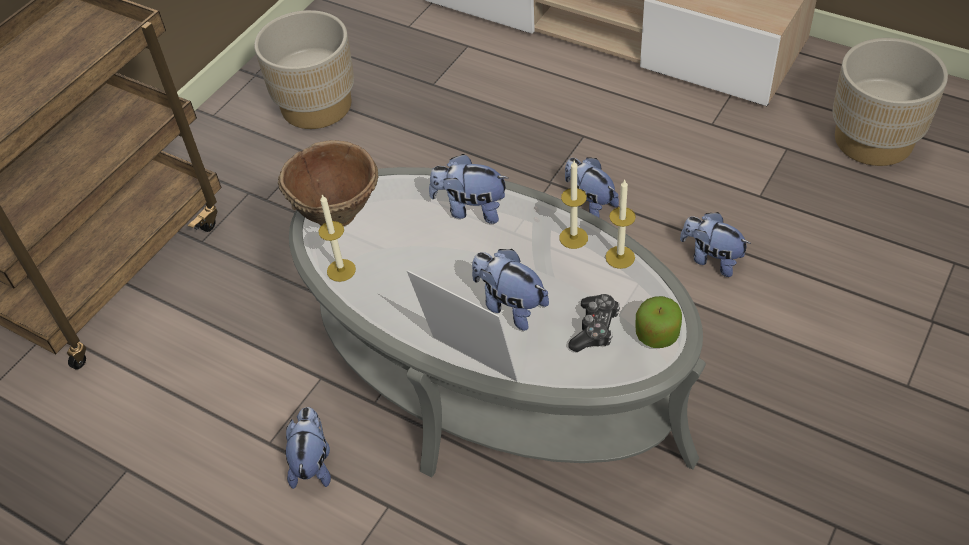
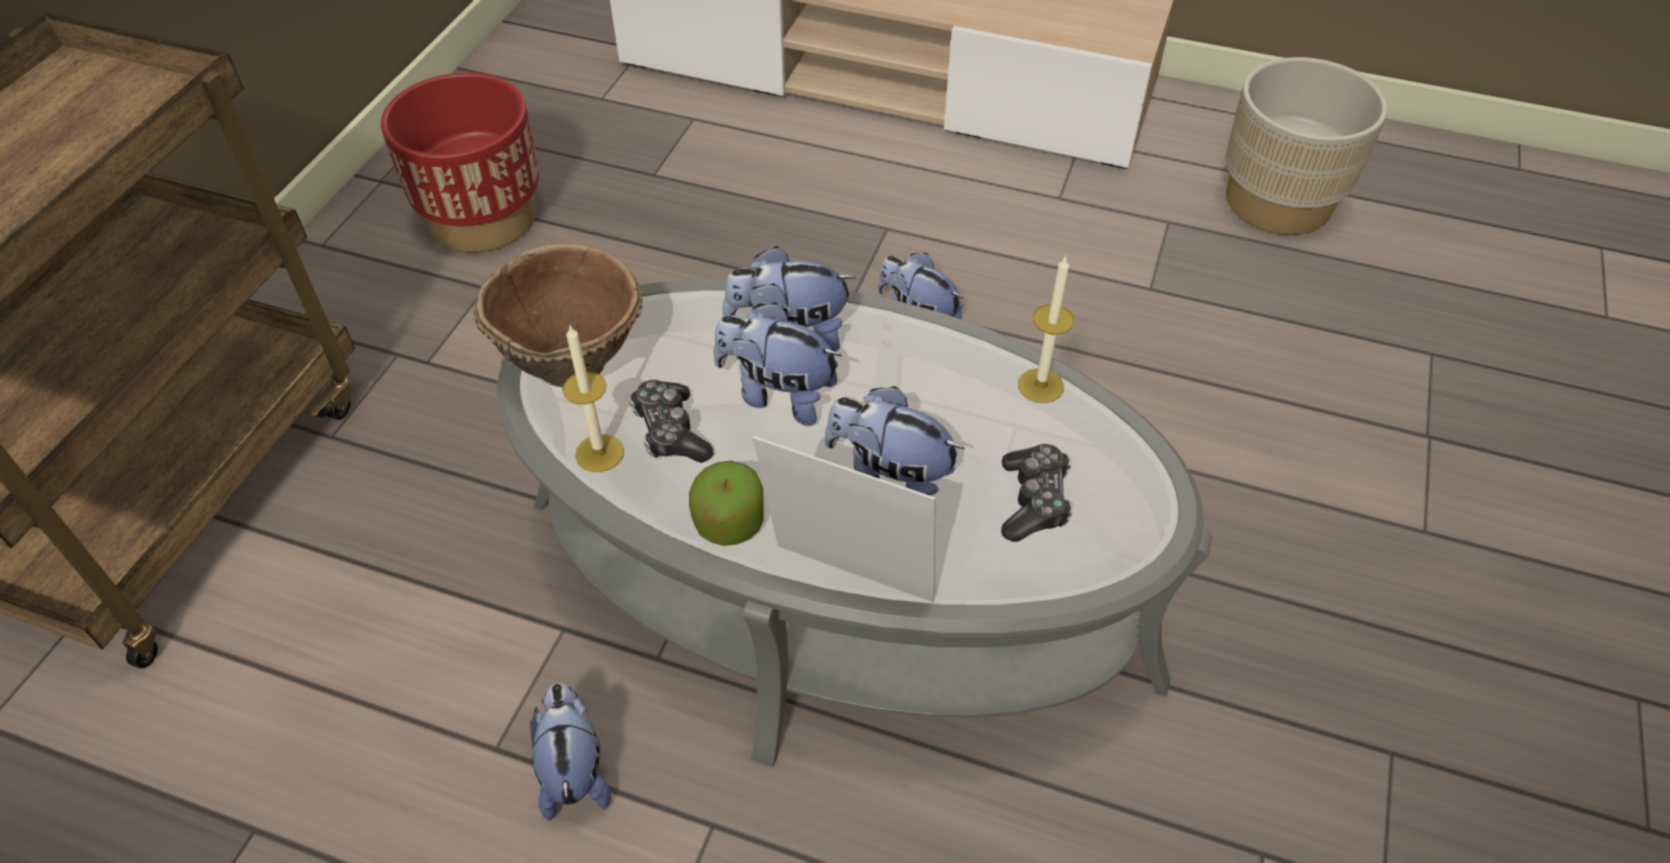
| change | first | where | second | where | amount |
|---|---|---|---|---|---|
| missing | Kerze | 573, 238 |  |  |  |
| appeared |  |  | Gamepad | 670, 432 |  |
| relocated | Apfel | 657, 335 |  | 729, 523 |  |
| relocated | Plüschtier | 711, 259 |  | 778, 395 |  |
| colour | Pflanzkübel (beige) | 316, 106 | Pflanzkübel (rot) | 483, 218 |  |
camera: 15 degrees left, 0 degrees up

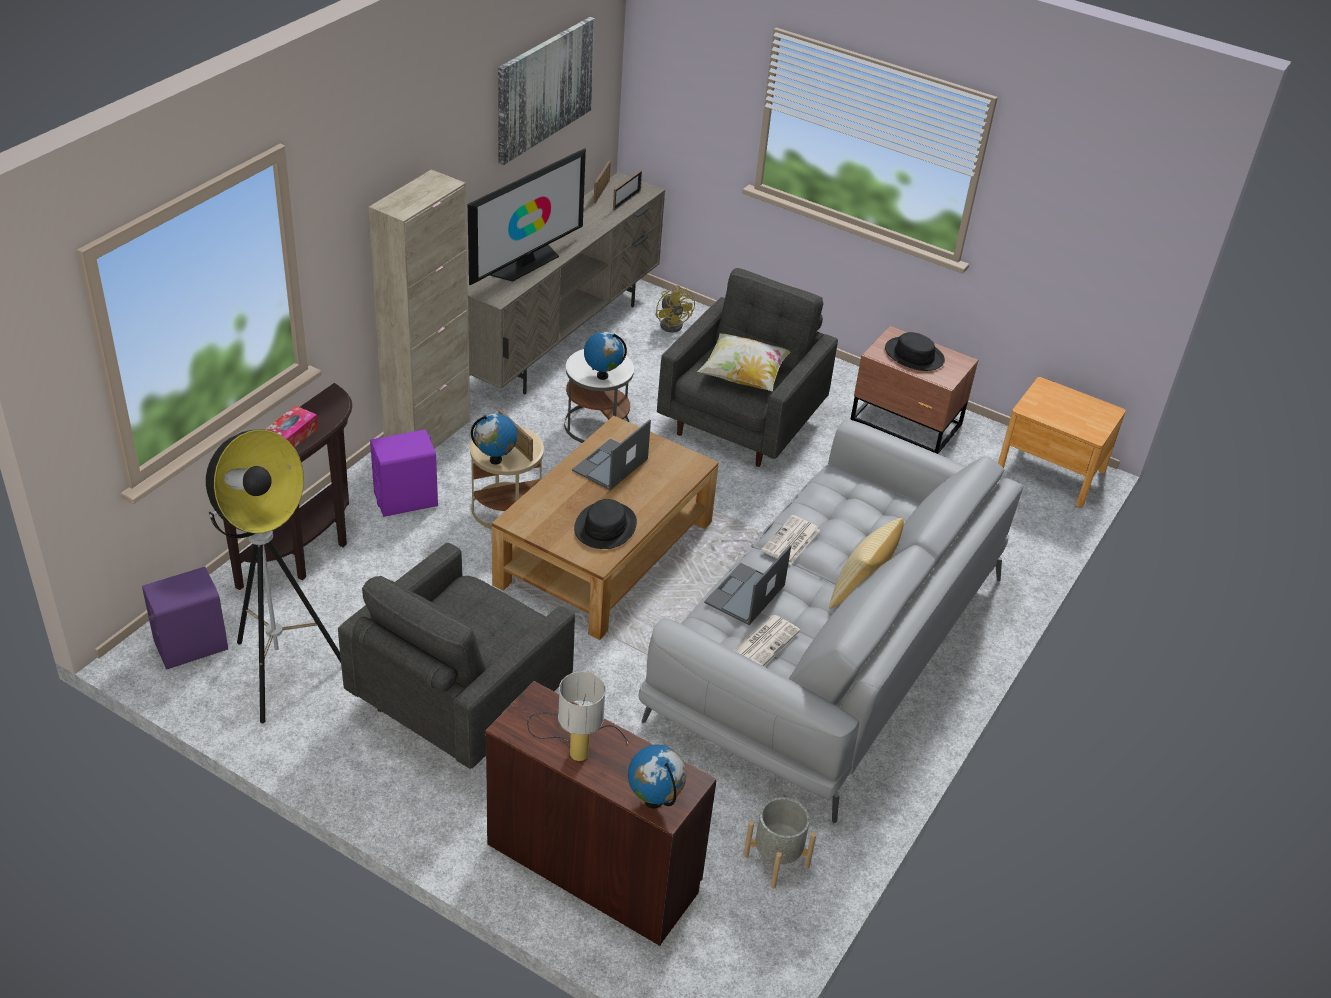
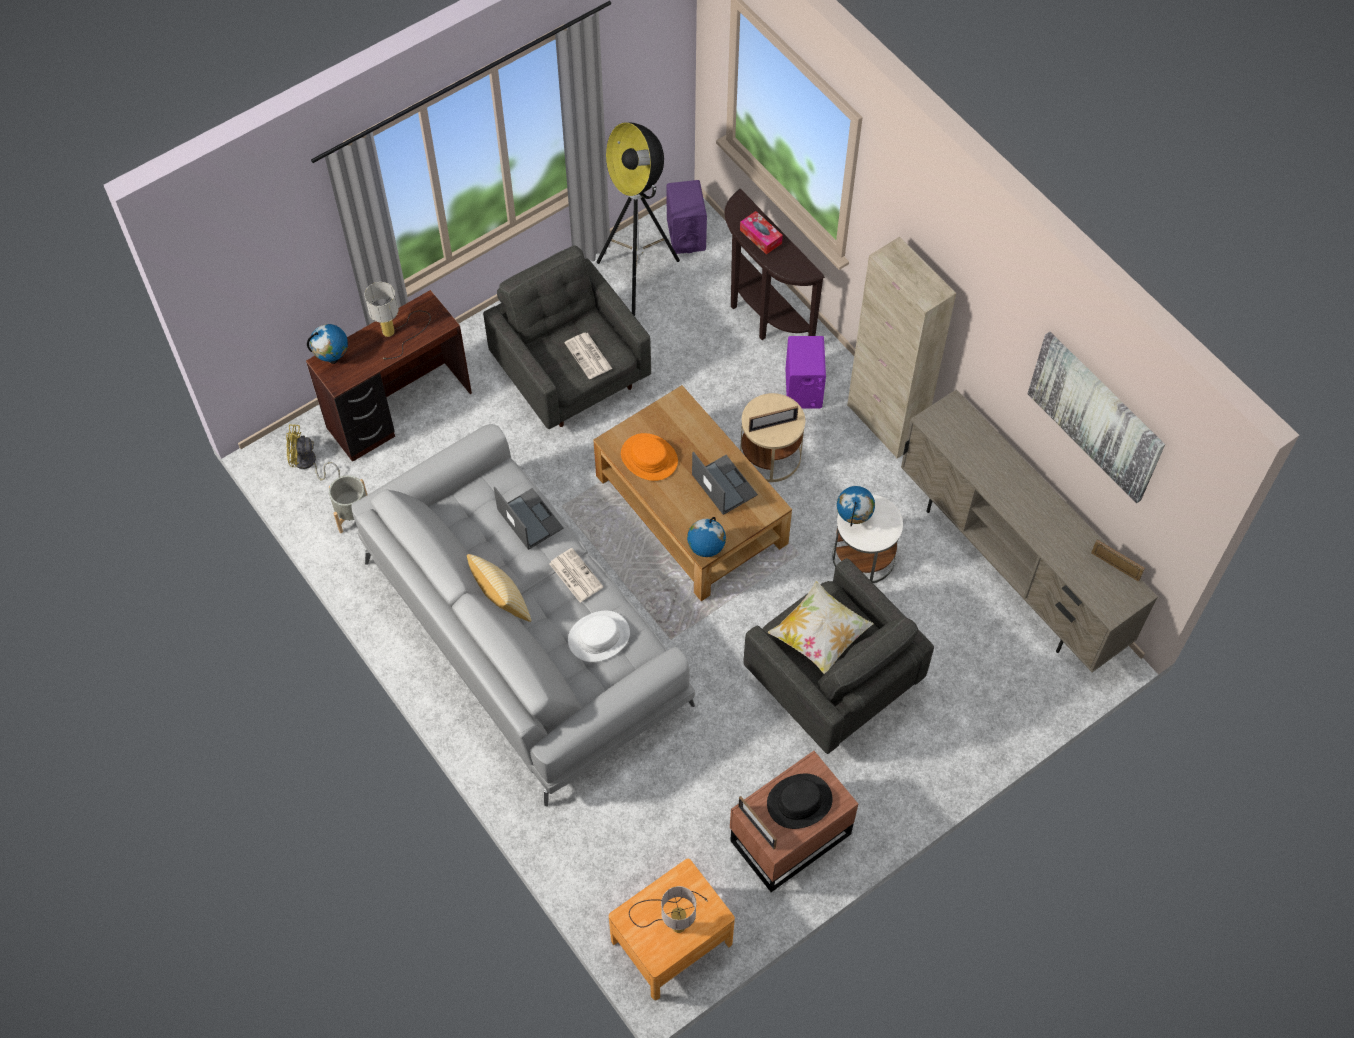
| change | first | where | second | where | amount |
|---|---|---|---|---|---|
| missing | Fernseher | 525, 263 |  |  |  |
| appeared |  |  | Hut (weiß) | 598, 637 |  |
| appeared |  |  | Tischlampe | 672, 918 |  |
| relocated | Globus | 495, 460 |  | 705, 551 |  |
| relocated | Bilderrahmen | 626, 200 |  | 756, 827 |  |
| relocated | Ventilator (gelb) | 673, 324 |  | 308, 463 |  |
| relocated | Zeitung | 765, 641 |  | 589, 356 |  |
| colour | Hut (schwarz) | 605, 527 | Hut (orange) | 649, 458 |  |
camera: 115 degrees right, 20 degrees up

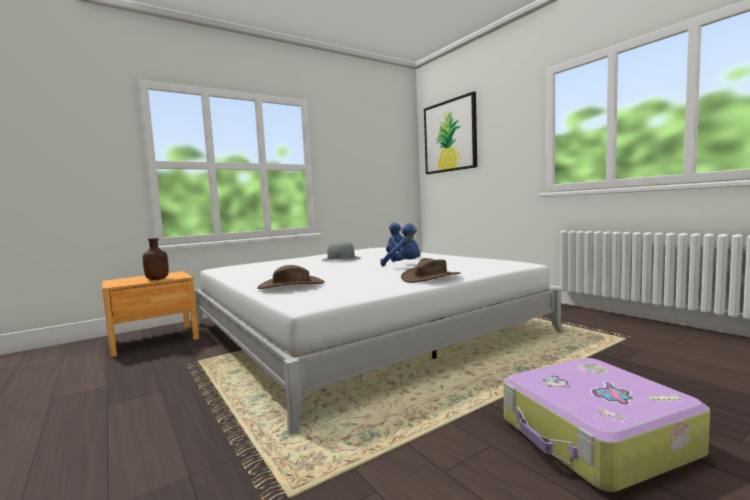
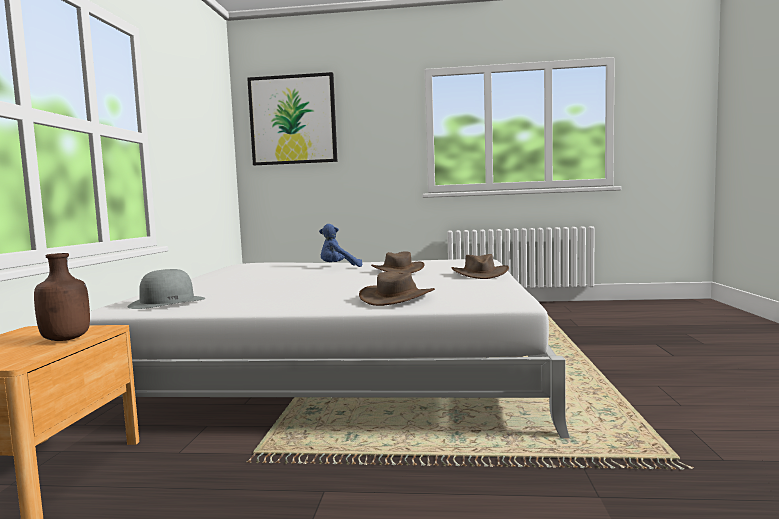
| change | first | where | second | where | amount |
|---|---|---|---|---|---|
| missing | Koffer | 595, 438 |  |  |  |
| relocated | Hut (grau) | 341, 259 |  | 167, 302 |  |
| exchanged | Plüschtier (blau) | 404, 265 | Hut (braun) | 398, 270 |  |
camera: 50 degrees left, 0 degrees up

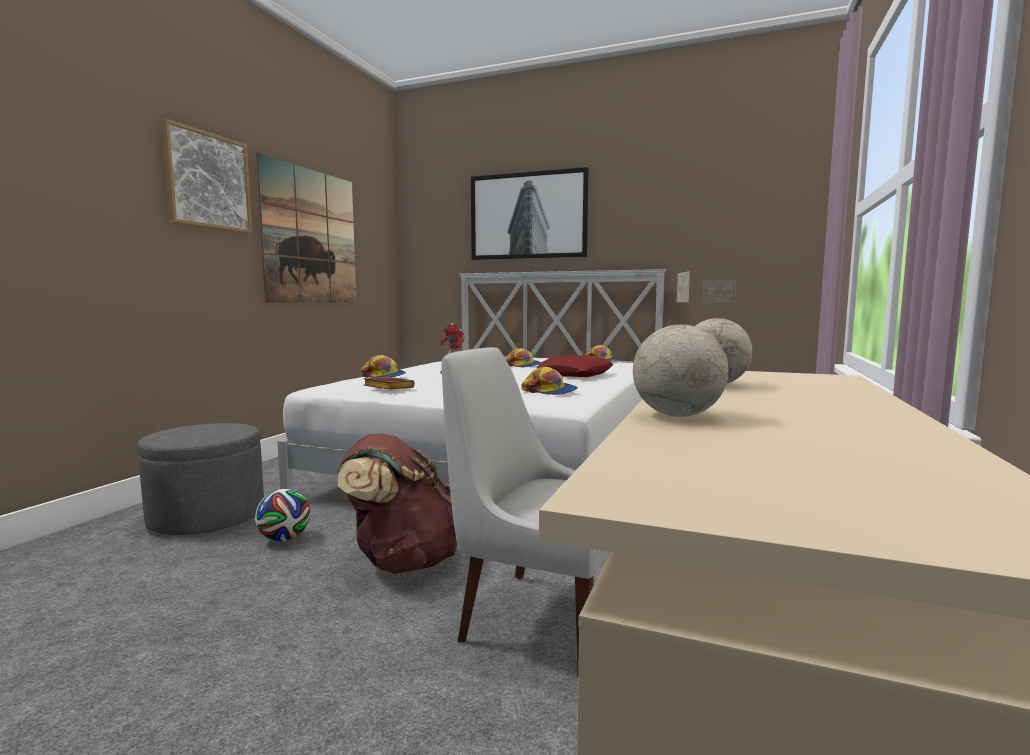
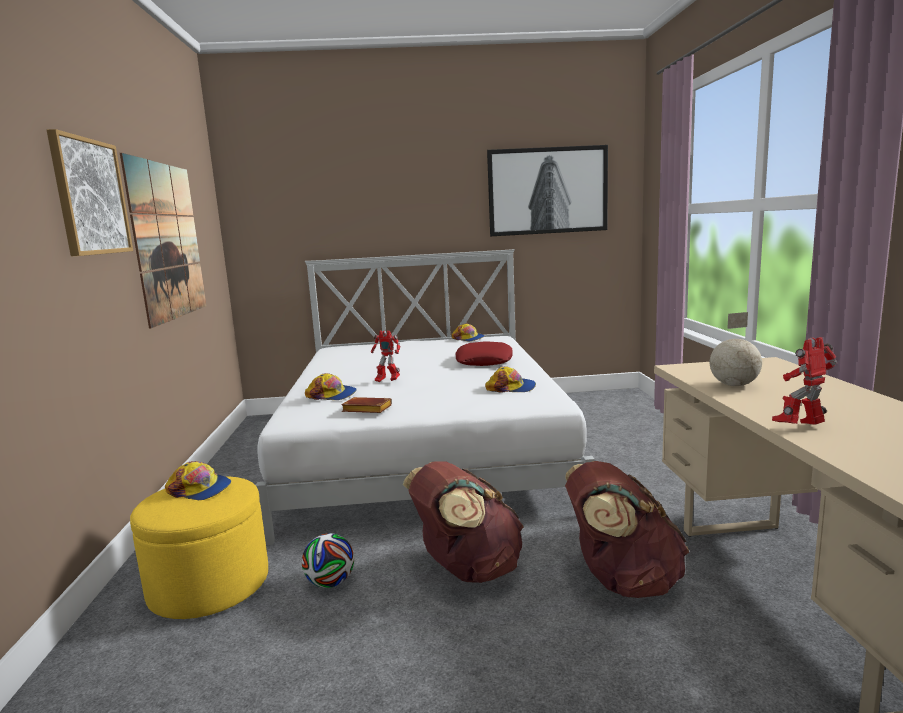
| change | first | where | second | where | amount |
|---|---|---|---|---|---|
| relocated | Bild | 528, 216 |  | 547, 191 |  |
| relocated | Kappe | 523, 365 |  | 200, 489 |  |
| exchanged | Stuhl (weiß) | 538, 617 | Rucksack (braun) | 622, 580 |  |
| exchanged | Globus | 677, 416 | Spielzeugroboter | 801, 427 |  |
| colour | Polsterhocker (grau) | 207, 516 | Polsterhocker (gelb) | 209, 585 |  |
camera: 25 degrees left, 5 degrees up

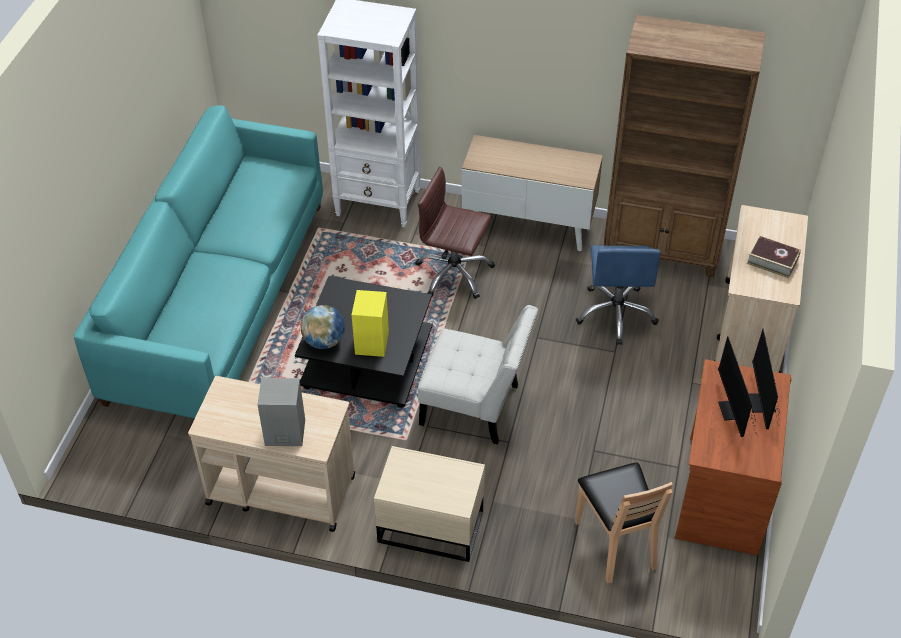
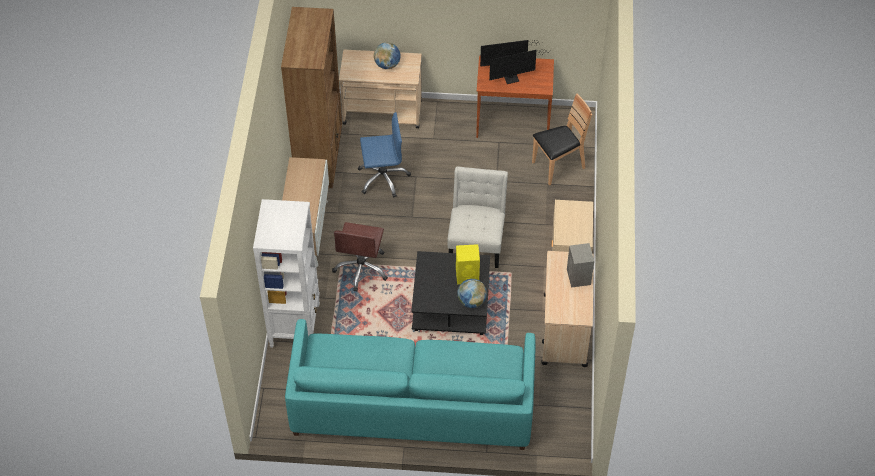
| change | first | where | second | where | amount |
|---|---|---|---|---|---|
| exchanged | Buch | 772, 261 | Globus | 387, 65 |  |
camera: 100 degrees left, 5 degrees up

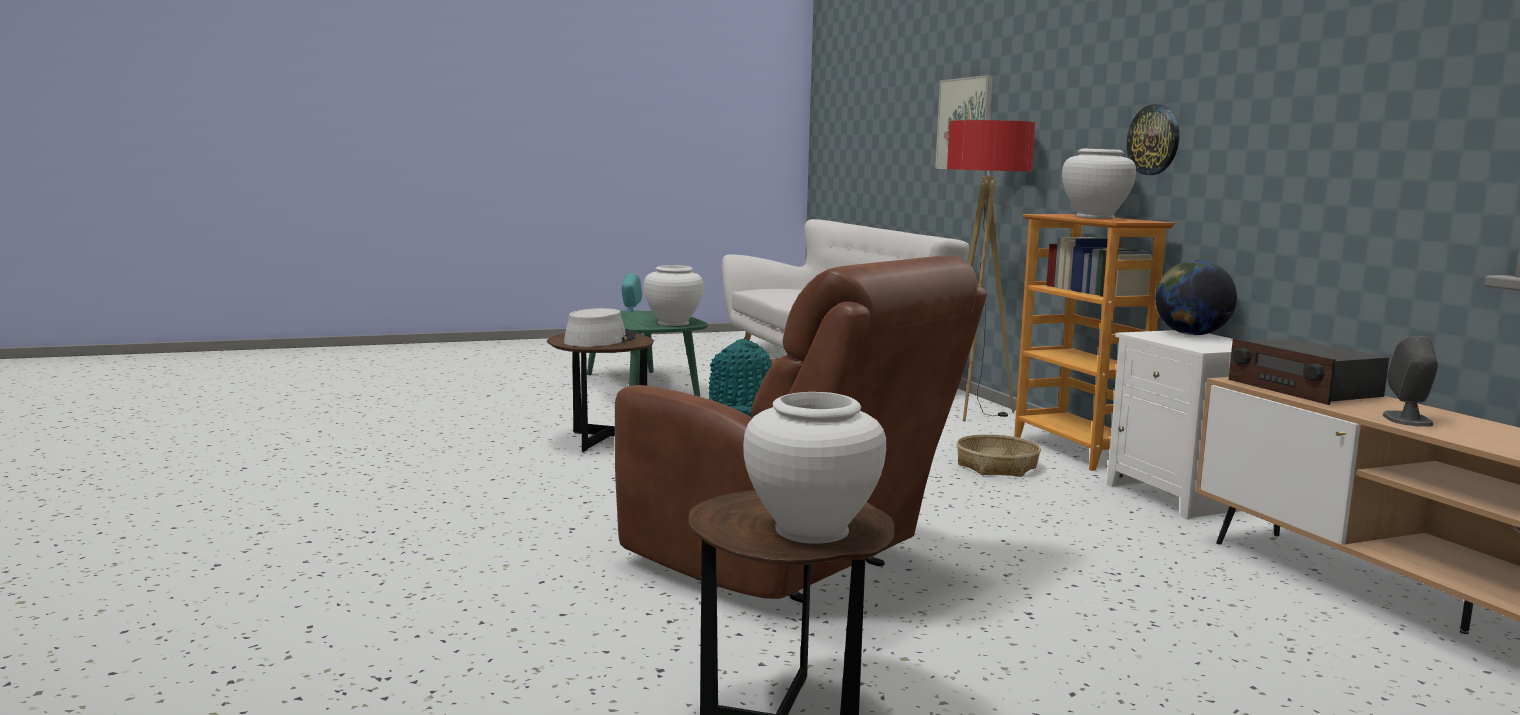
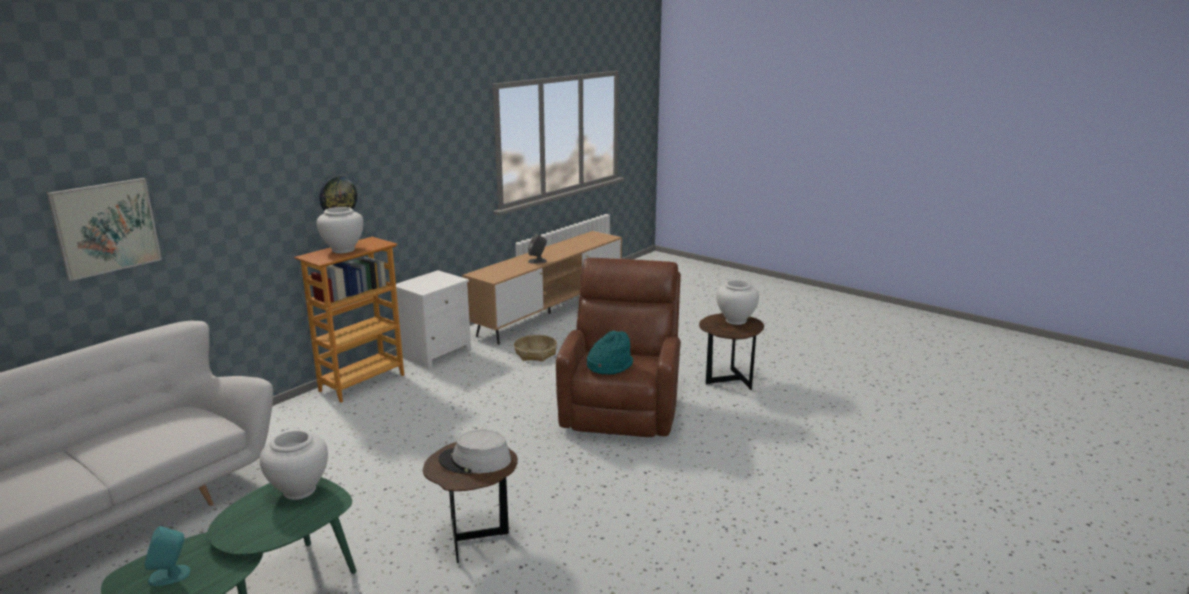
| change | first | where | second | where | amount |
|---|---|---|---|---|---|
| missing | Stehlampe | 974, 413 |  |  |  |
| missing | Globus | 1191, 334 |  |  |  |
| missing | Radio | 1303, 389 |  |  |  |
| relocated | Korb | 997, 467 |  | 535, 354 |  |
camera: 120 degrees left, 10 degrees up

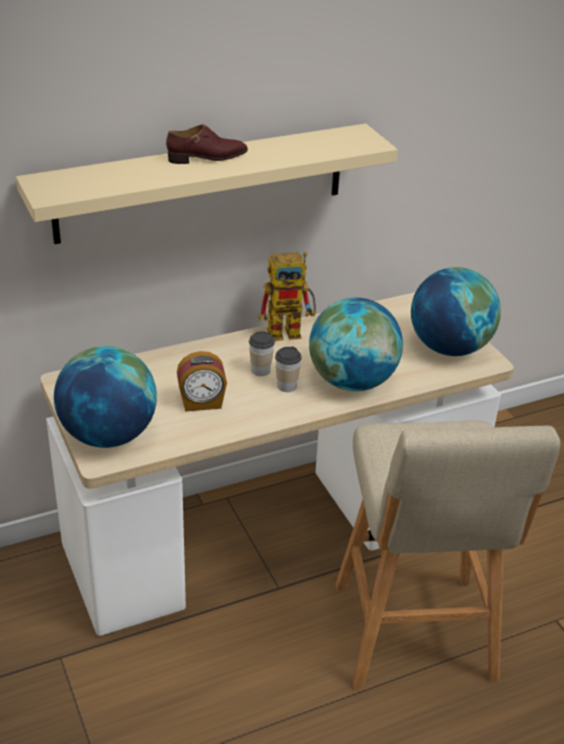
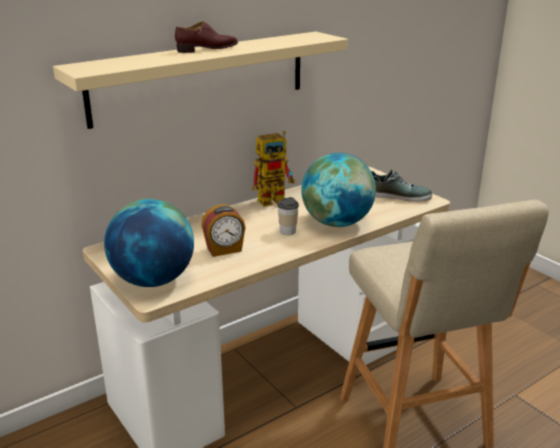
| change | first | where | second | where | amount |
|---|---|---|---|---|---|
| missing | Tasse | 260, 370 |  |  |  |
| exchanged | Globus | 449, 347 | Schuh | 398, 196 |  |
camera: 10 degrees left, 10 degrees down

